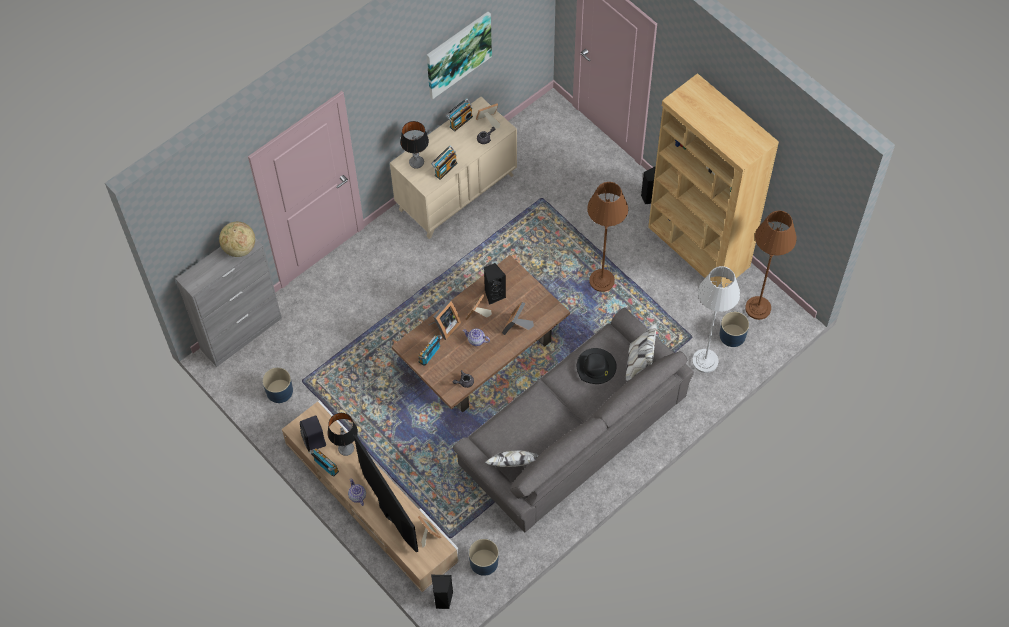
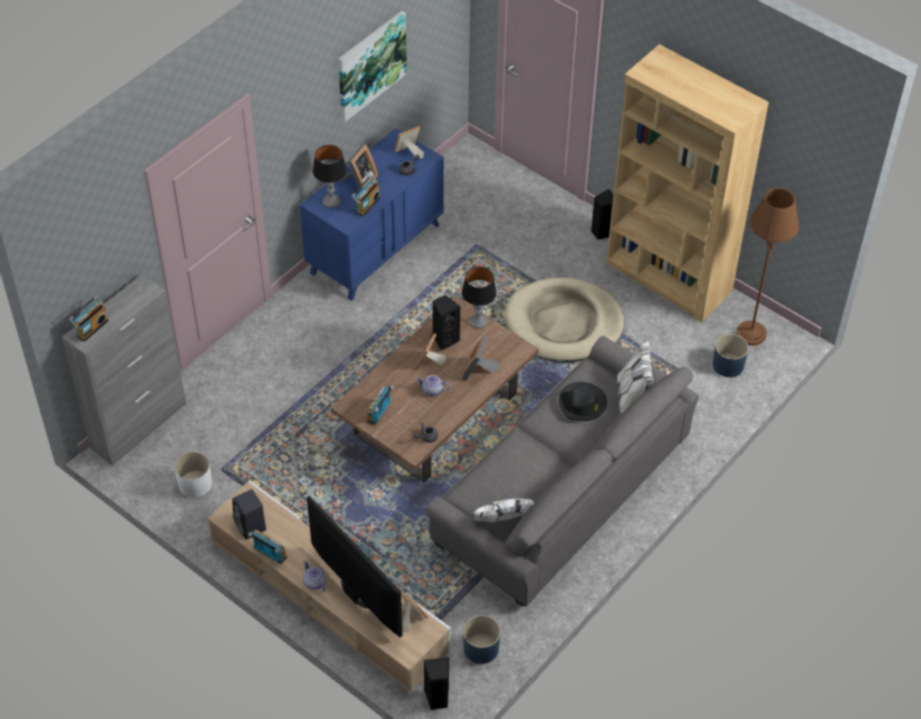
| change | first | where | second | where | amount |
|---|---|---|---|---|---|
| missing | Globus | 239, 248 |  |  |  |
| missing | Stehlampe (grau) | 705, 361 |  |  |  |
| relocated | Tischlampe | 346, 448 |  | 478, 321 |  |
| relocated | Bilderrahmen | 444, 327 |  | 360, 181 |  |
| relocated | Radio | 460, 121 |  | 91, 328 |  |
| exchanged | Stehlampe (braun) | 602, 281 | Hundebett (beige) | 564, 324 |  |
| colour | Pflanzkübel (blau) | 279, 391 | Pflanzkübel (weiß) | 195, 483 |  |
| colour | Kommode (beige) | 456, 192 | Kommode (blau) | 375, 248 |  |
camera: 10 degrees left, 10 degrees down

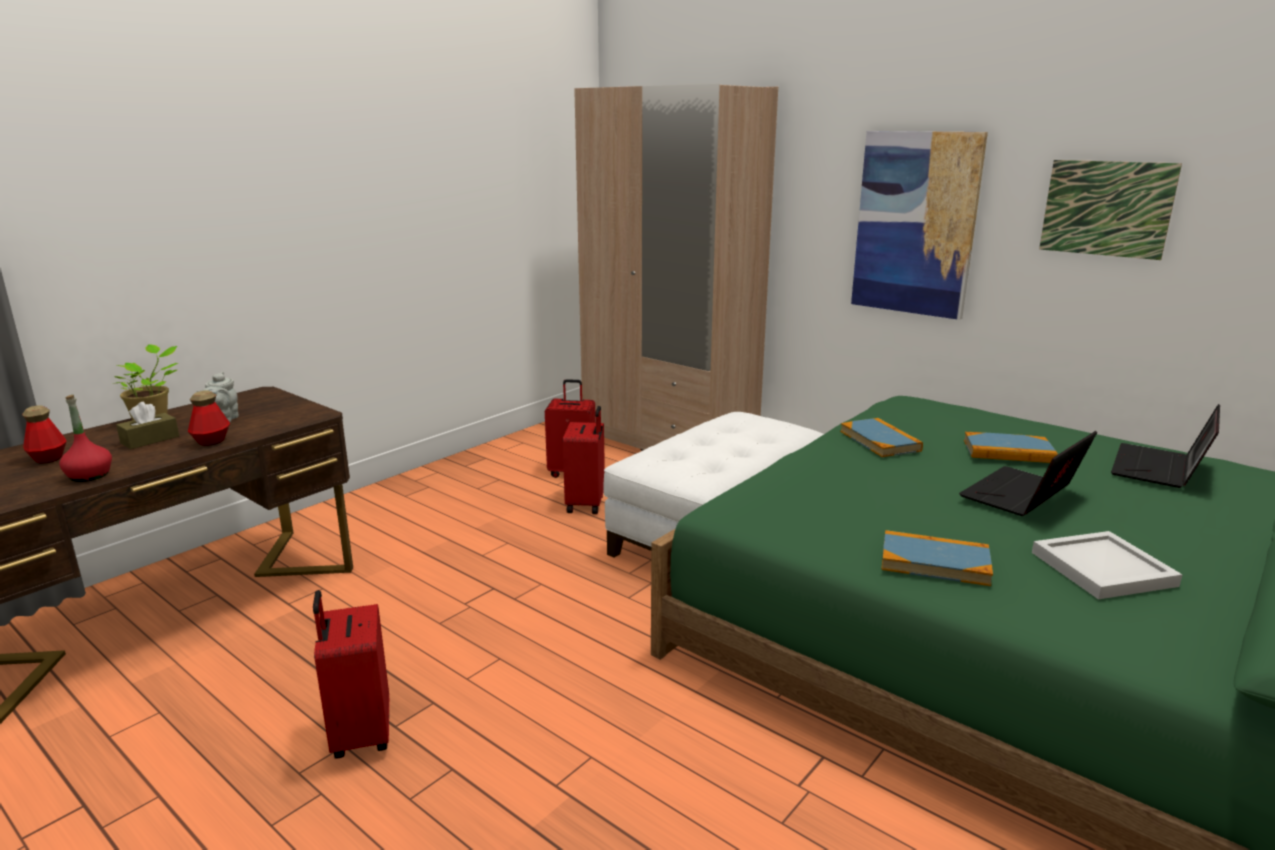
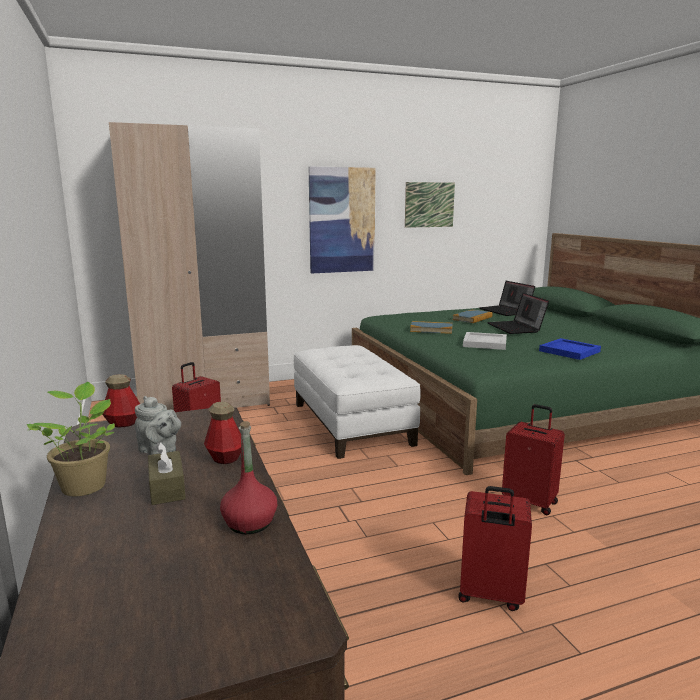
| change | first | where | second | where | amount |
|---|---|---|---|---|---|
| relocated | Flasche | 48, 458 |  | 123, 423 |  |
| relocated | Koffer (rot) | 587, 504 |  | 530, 502 |  |
| relocated | Tablett (weiß) | 1102, 570 |  | 485, 343 |  |
| exchanged | Buch | 934, 562 | Tablett (blau) | 568, 351 |  |
camera: 60 degrees left, 5 degrees down

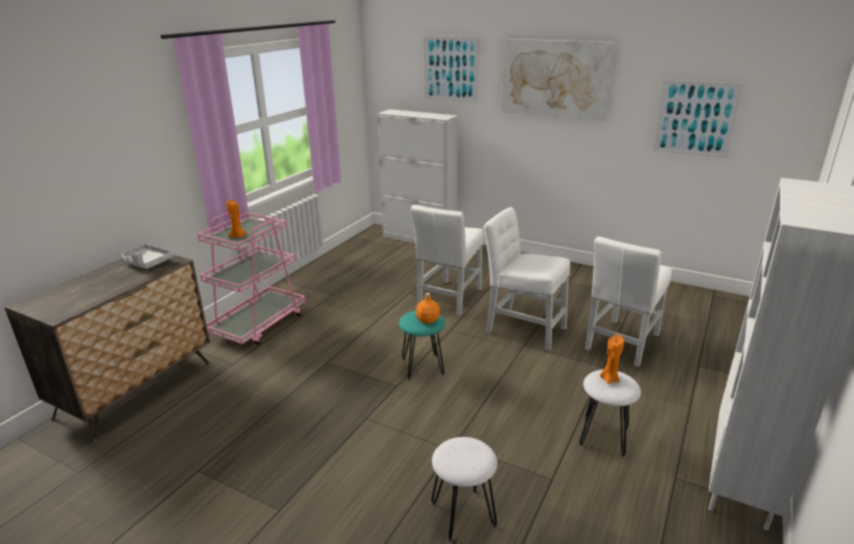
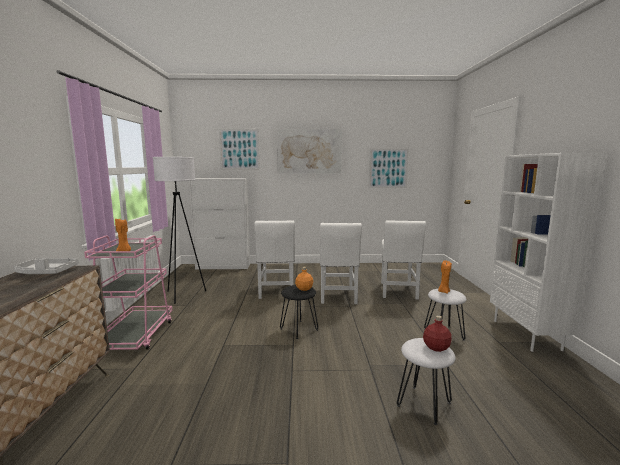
| change | first | where | second | where | amount |
|---|---|---|---|---|---|
| appeared |  |  | Stehlampe (weiß) | 183, 295 |  |
| appeared |  |  | Flasche (rot) | 436, 347 |  |
| colour | Hocker (türkis) | 423, 366 | Hocker (schwarz) | 299, 329 |  |
| spun | Stuhl (weiß) | 522, 328 |  | 338, 296 | 90 degrees counterclockwise |
camera: 30 degrees left, 15 degrees down

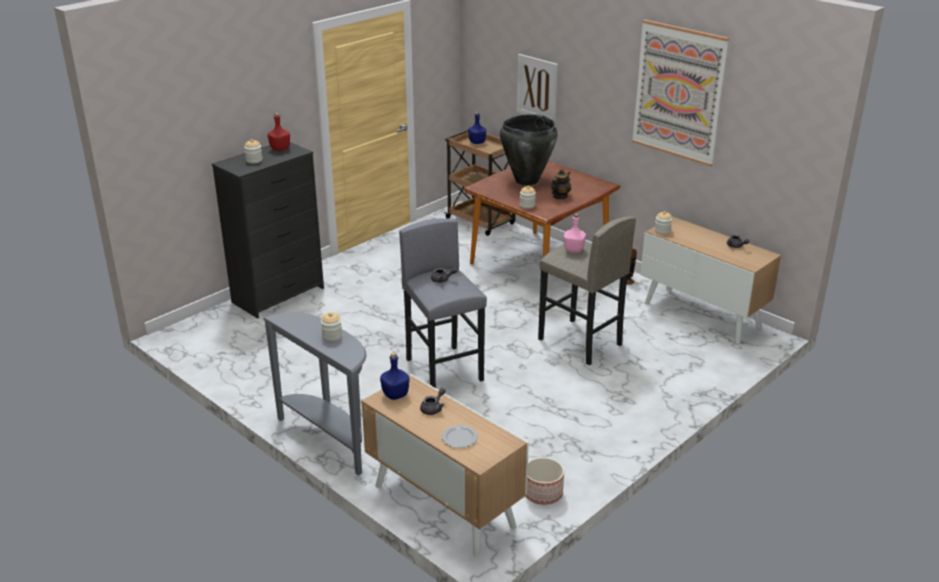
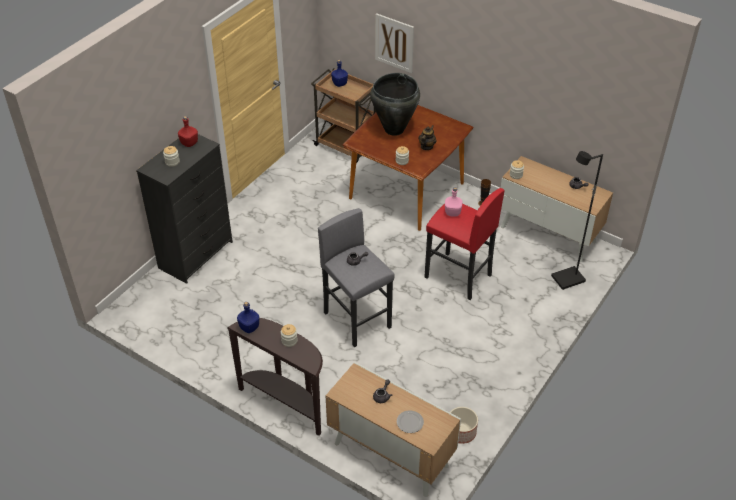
| change | first | where | second | where | amount |
|---|---|---|---|---|---|
| missing | Bild | 678, 92 |  |  |  |
| appeared |  |  | Stehlampe (schwarz) | 568, 280 |  |
| relocated | Flasche (blau) | 395, 394 |  | 249, 327 |  |
| colour | Konsolentisch (grau) | 329, 438 | Konsolentisch (braun) | 286, 403 |  |
| colour | Hocker (grau) | 579, 342 | Hocker (rot) | 458, 276 |  |
camera: 10 degrees left, 15 degrees up

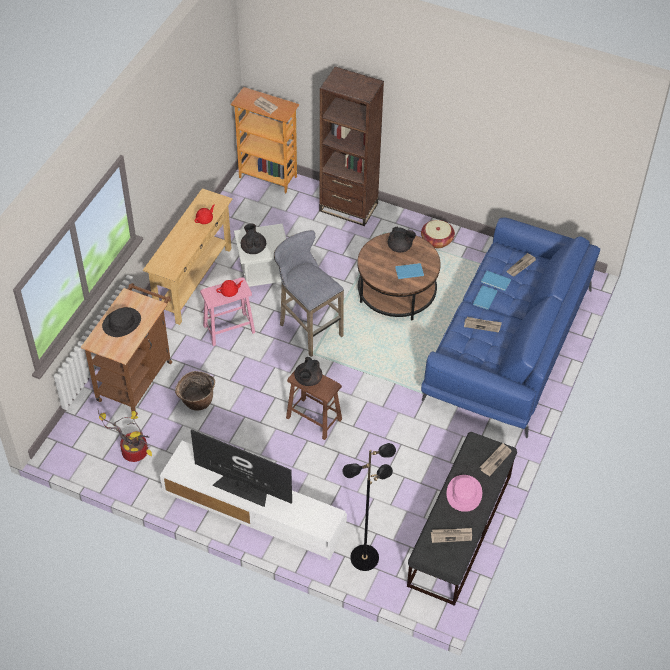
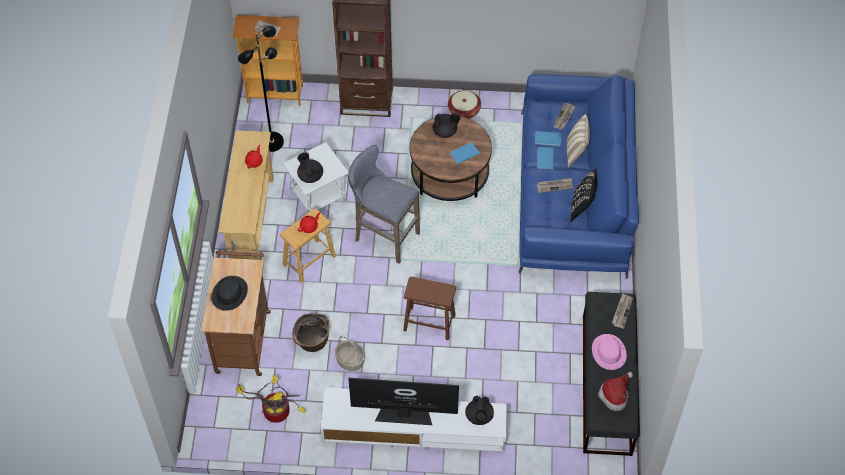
| change | first | where | second | where | amount |
|---|---|---|---|---|---|
| appeared |  |  | Korb | 350, 360 |  |
| appeared |  |  | Kissen (beige) | 576, 152 |  |
| appeared |  |  | Kissen (schwarz) | 582, 206 |  |
| relocated | Teekanne (schwarz) | 308, 380 |  | 479, 417 |  |
| relocated | Stehlampe (schwarz) | 364, 557 |  | 271, 141 |  |
| exchanged | Zeitung | 451, 535 | Hut | 615, 395 |  |
| colour | Hocker (rosa) | 229, 329 | Hocker (braun) | 309, 260 |  |
camera: 20 degrees left, 5 degrees up

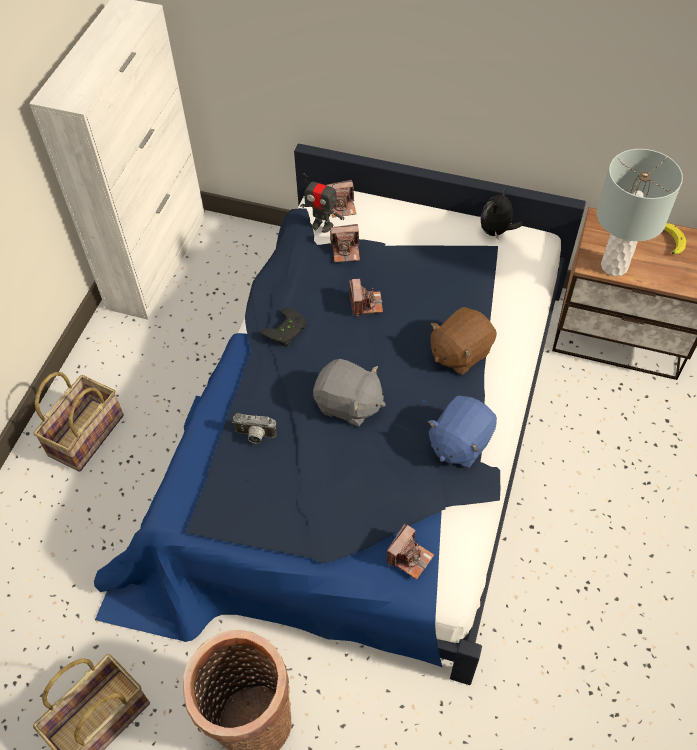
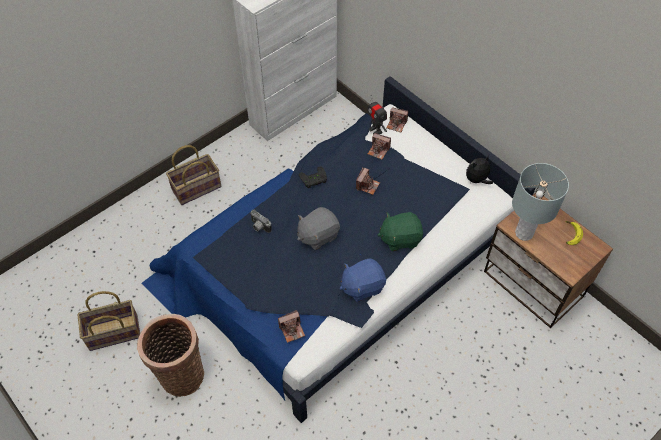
| change | first | where | second | where | amount |
|---|---|---|---|---|---|
| colour | Plüschtier (braun) | 459, 352 | Plüschtier (grün) | 400, 238 |  |
| spun | Plüschtier (grau) | 348, 405 |  | 317, 235 | 90 degrees clockwise |
camera: 30 degrees right, 0 degrees up

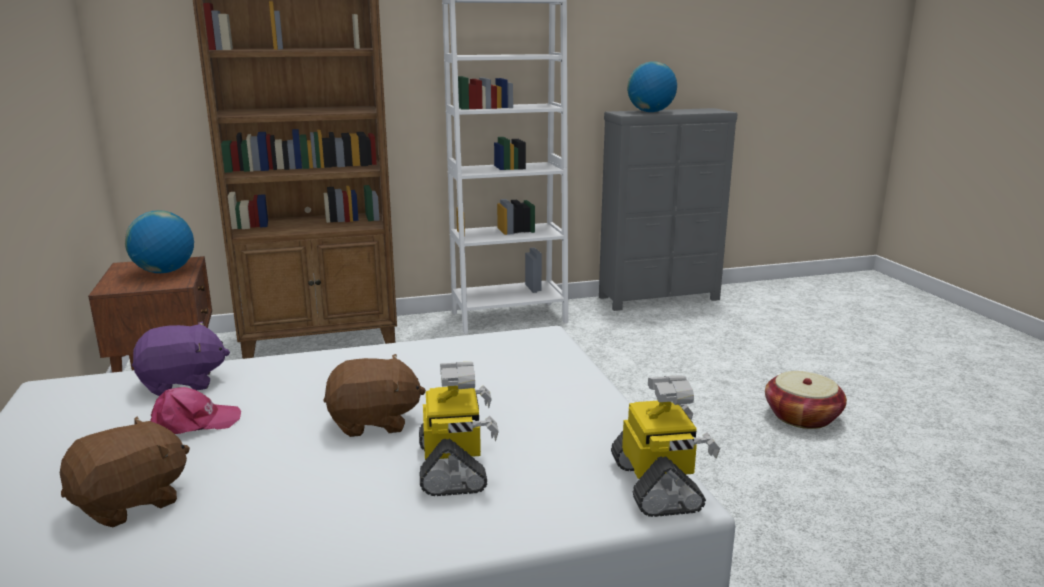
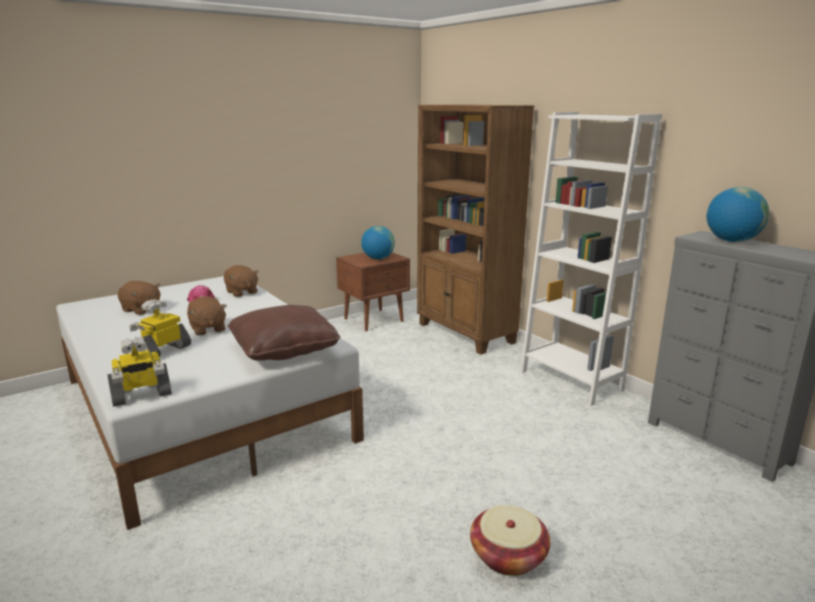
| change | first | where | second | where | amount |
|---|---|---|---|---|---|
| appeared |  |  | Kissen (braun) | 284, 349 |  |
| colour | Plüschtier (lila) | 182, 383 | Plüschtier (braun) | 241, 292 |  |
| spun | Spielzeugroboter | 454, 468 |  | 163, 351 | 150 degrees clockwise |
camera: 70 degrees right, 0 degrees up

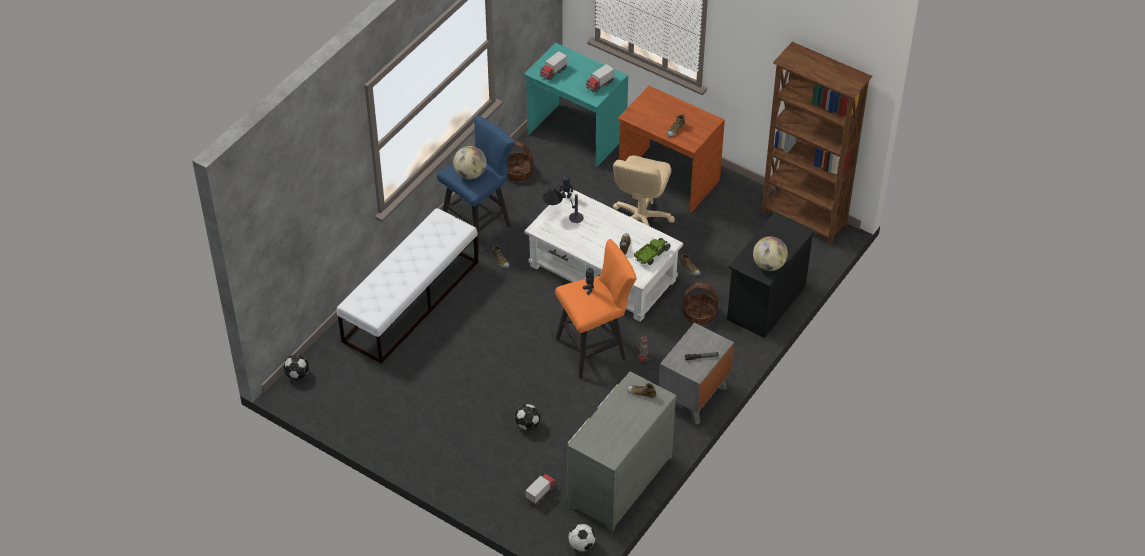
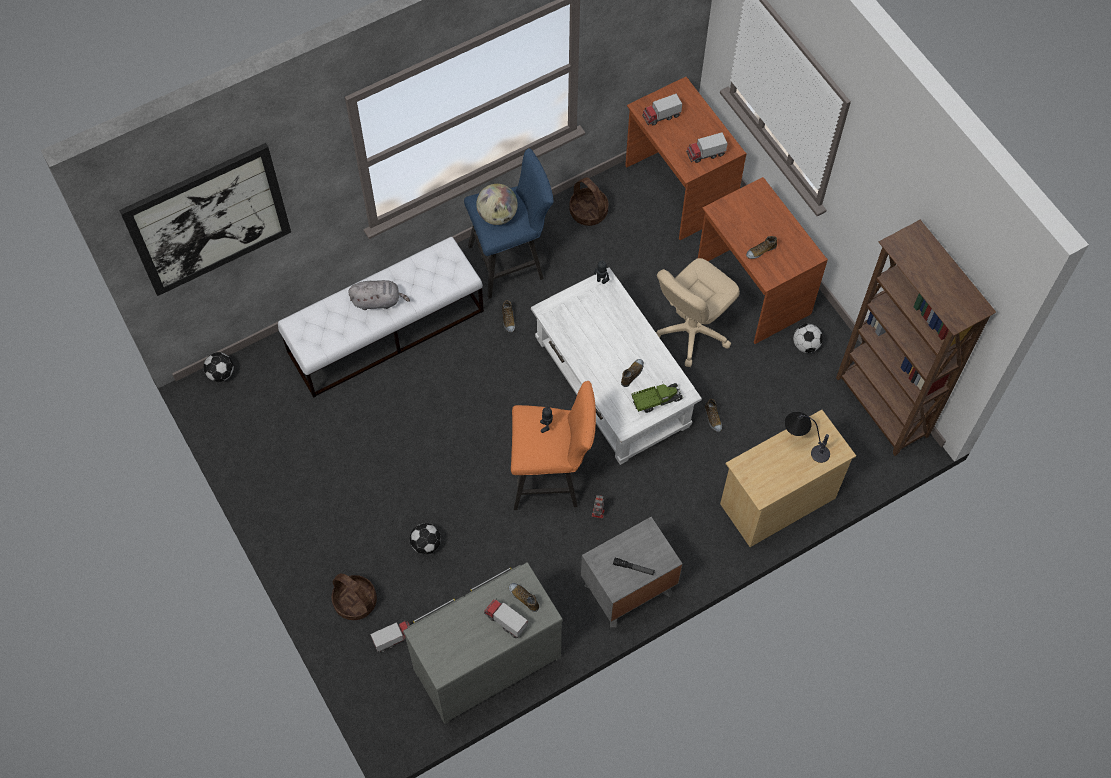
| change | first | where | second | where | amount |
|---|---|---|---|---|---|
| missing | Globus | 769, 265 |  |  |  |
| appeared |  |  | Bild | 208, 219 |  |
| appeared |  |  | Plüschtier (grau) | 378, 301 |  |
| appeared |  |  | Spielzeuglaster | 505, 621 |  |
| relocated | Tischlampe | 561, 216 |  | 803, 444 |  |
| relocated | Fußball | 581, 545 |  | 805, 345 |  |
| relocated | Korb | 699, 315 |  | 355, 601 |  |
| colour | Schreibtisch (türkis) | 576, 135 | Schreibtisch (braun) | 678, 189 |  |
| colour | Kommode (schwarz) | 766, 303 | Kommode (beige) | 777, 501 |  |
camera: 25 degrees right, 15 degrees up

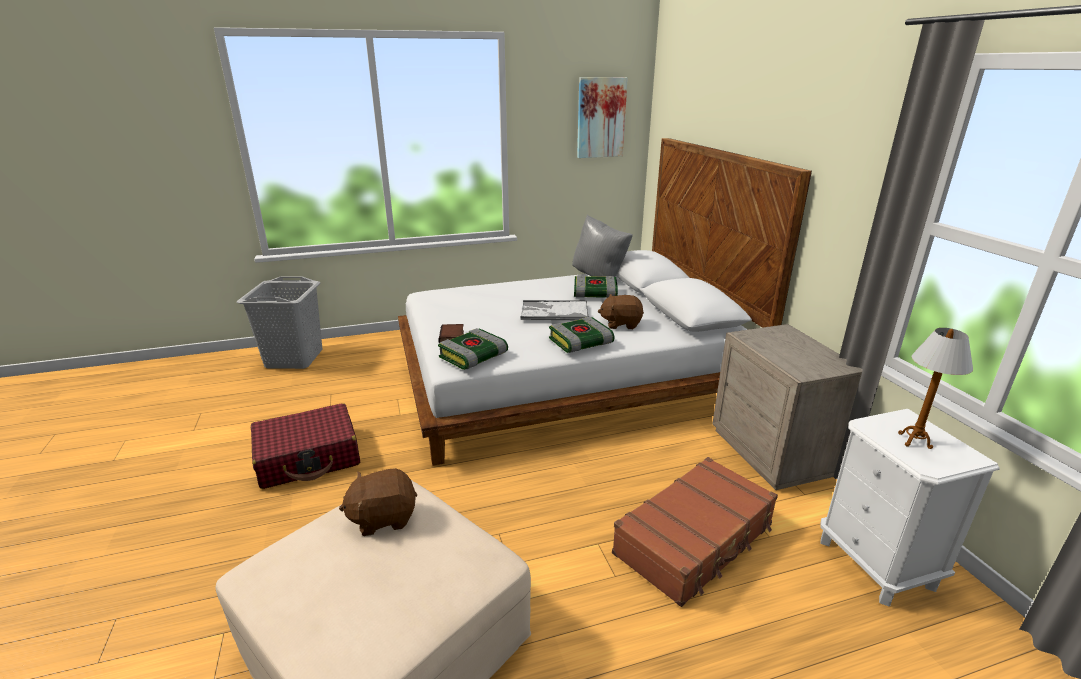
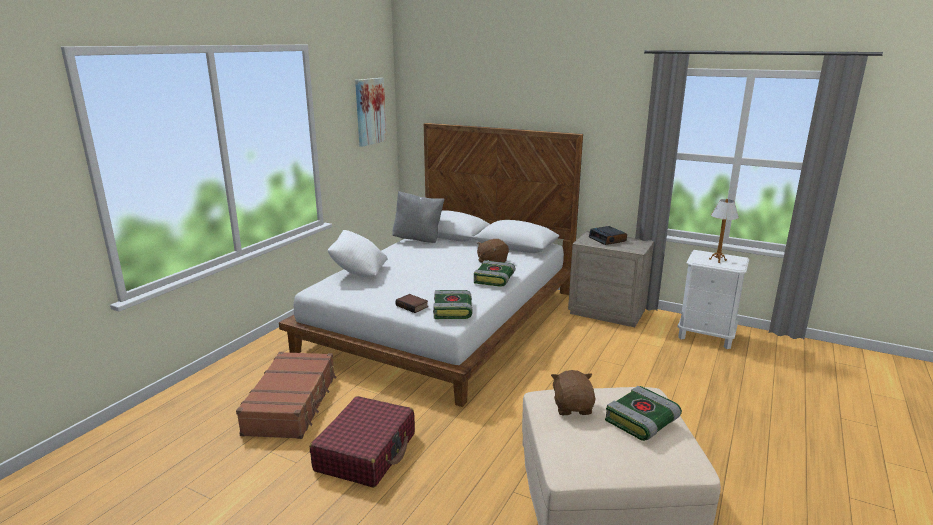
| change | first | where | second | where | amount |
|---|---|---|---|---|---|
| missing | Wäschekorb (grau) | 294, 358 |  |  |  |
| missing | Tablett | 554, 311 |  |  |  |
| appeared |  |  | Kissen (weiß) | 359, 273 |  |
| appeared |  |  | Wecker | 608, 239 |  |
| relocated | Buch | 594, 293 |  | 642, 421 |  |
| relocated | Koffer (braun) | 695, 540 |  | 292, 404 |  |
| spun | Plüschtier (braun) | 383, 517 |  | 573, 407 | 150 degrees clockwise |
camera: 45 degrees left, 5 degrees down

